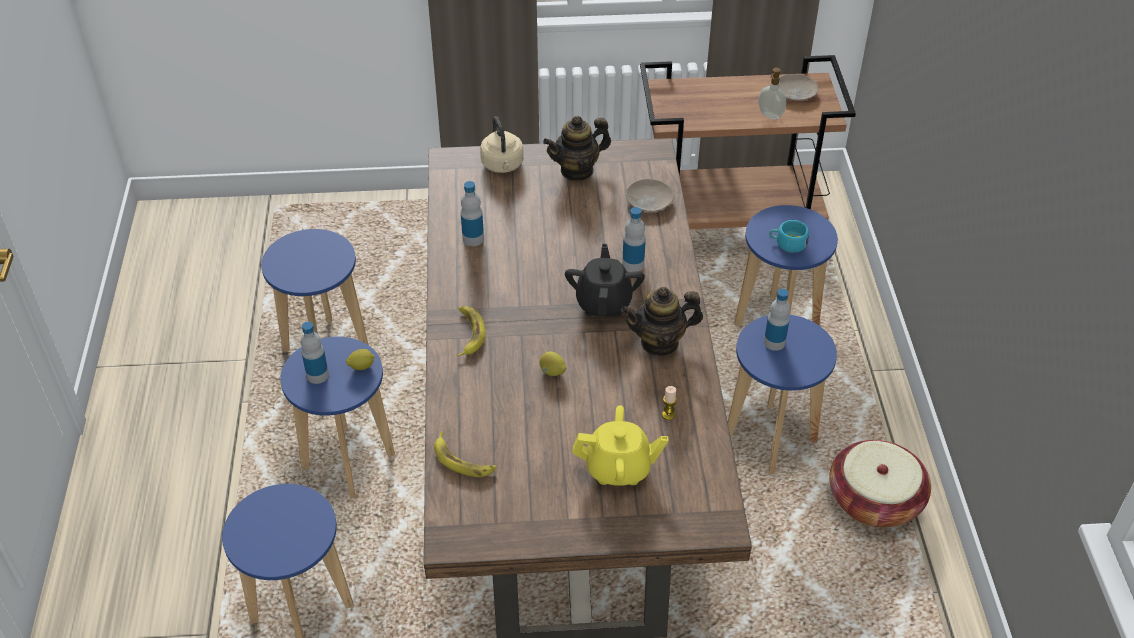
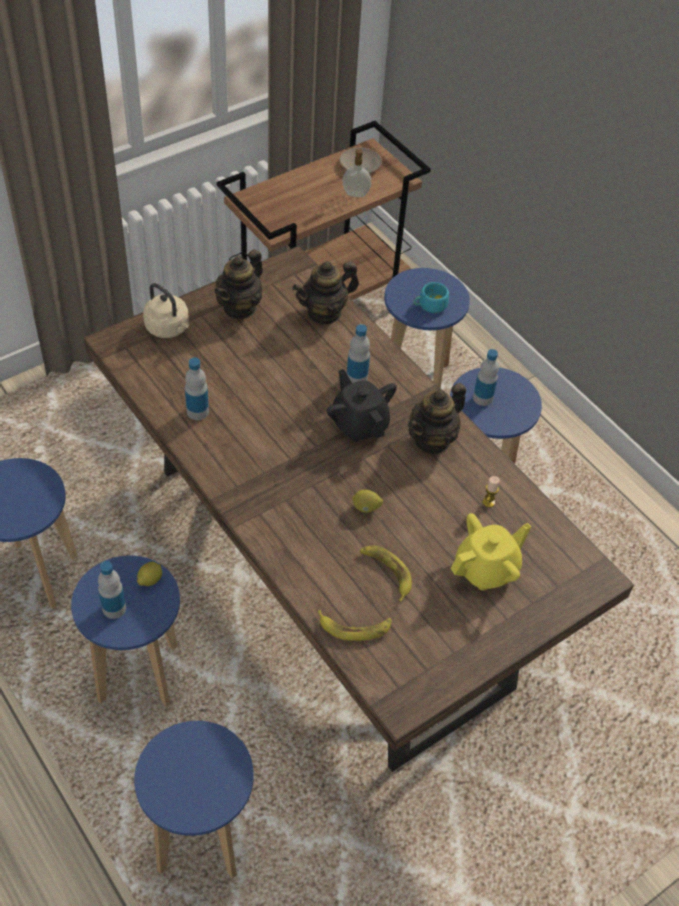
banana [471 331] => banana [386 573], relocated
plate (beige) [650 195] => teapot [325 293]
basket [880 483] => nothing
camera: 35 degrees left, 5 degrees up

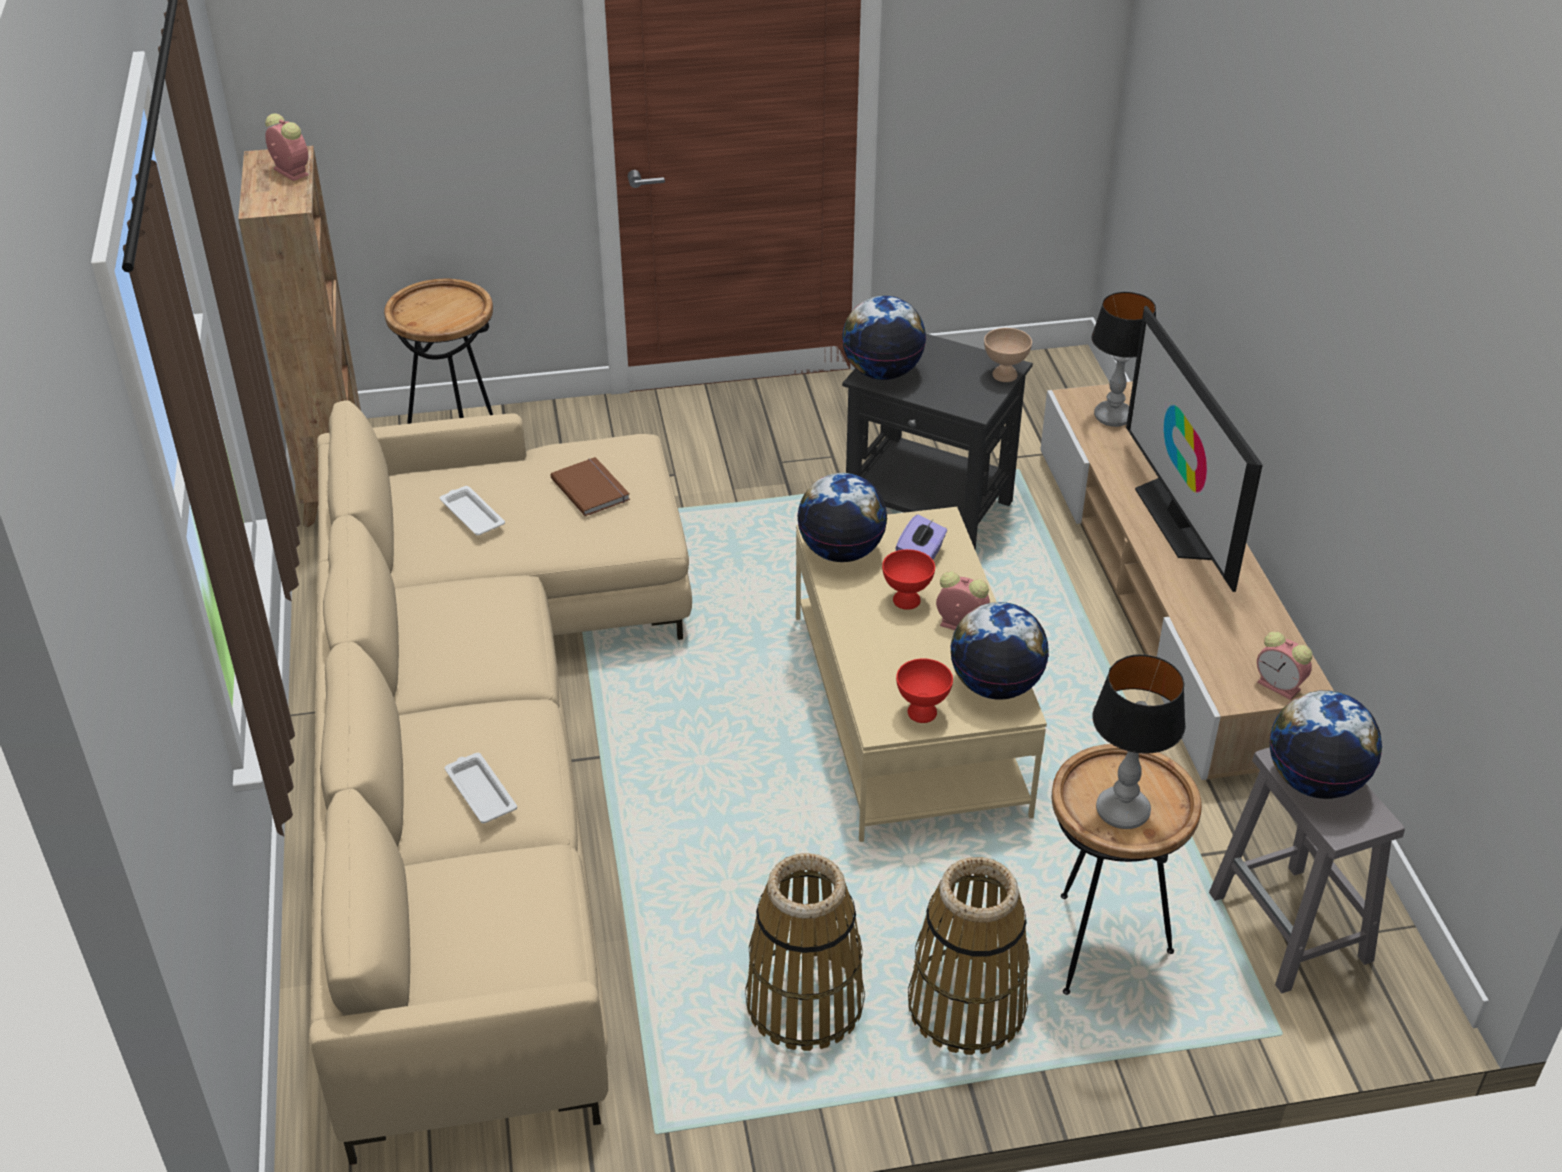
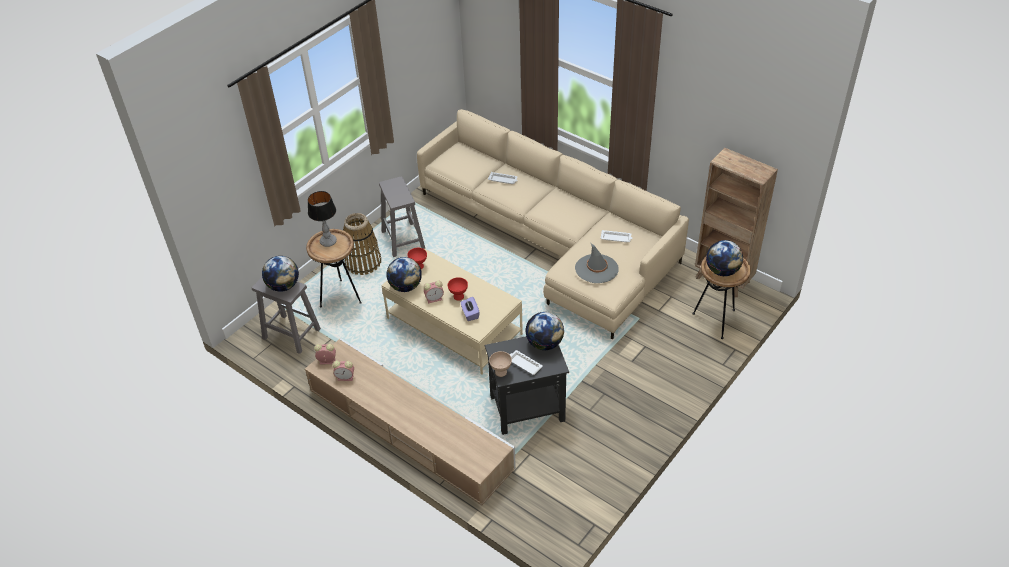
alarm clock [287 147] => alarm clock [343 371], relocated
book (brown) [590 486] => hat (grey) [597 263]
basket [805 952] => stool (grey) [402 216]
globe [842 517] => globe [724 258], relocated
table lamp [1124 359] => nothing
television [1194 449] => nothing
nothing => tray (white) [526 362]
camera: 140 degrees right, 5 degrees up

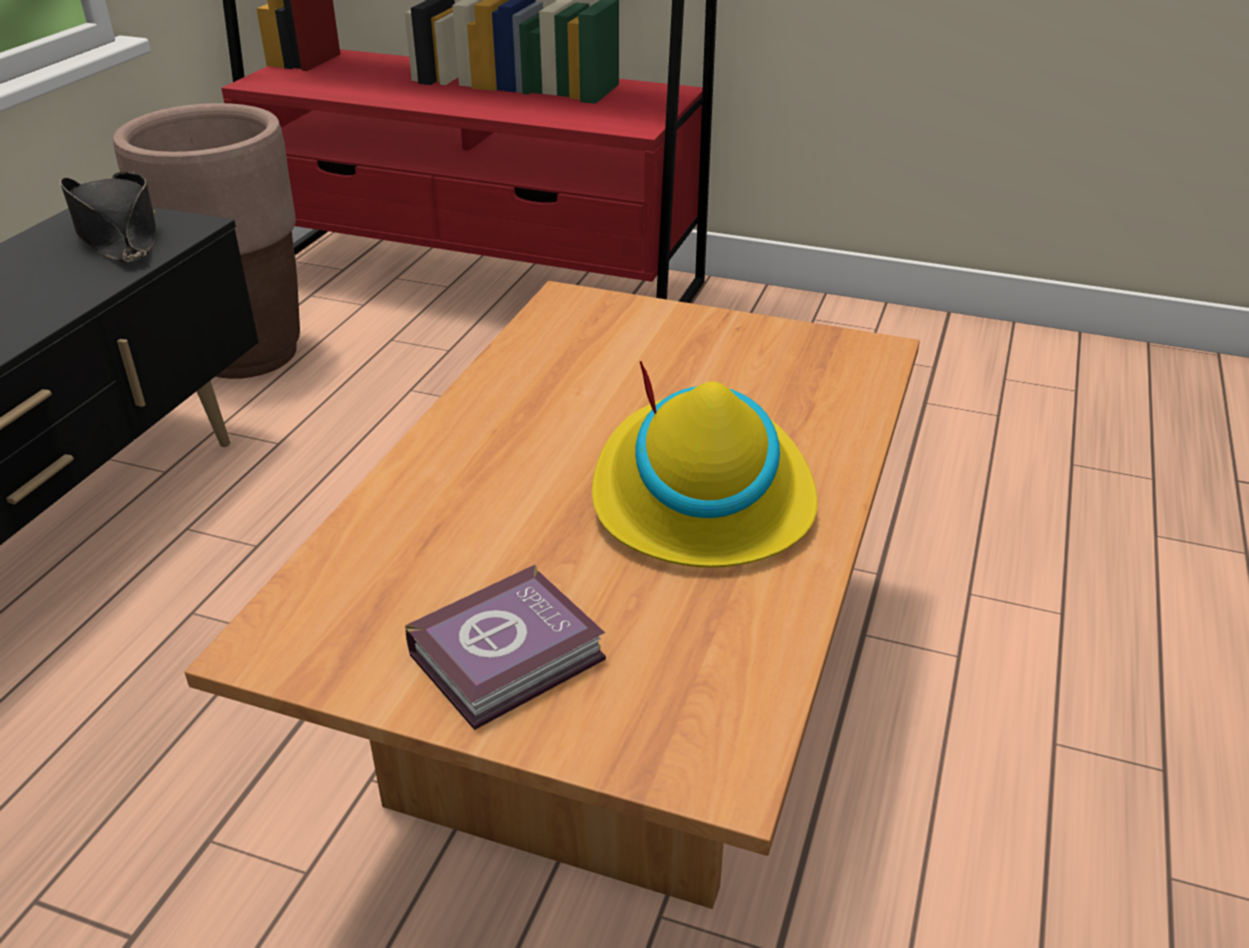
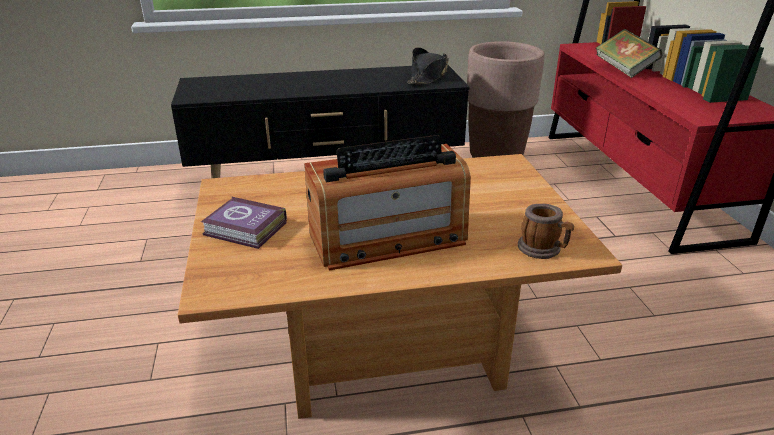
hat (yellow) [705 464] => radio [387 203]
nothing => mug [546 231]
nothing => book [629 53]
camera: 60 degrees right, 5 degrees down

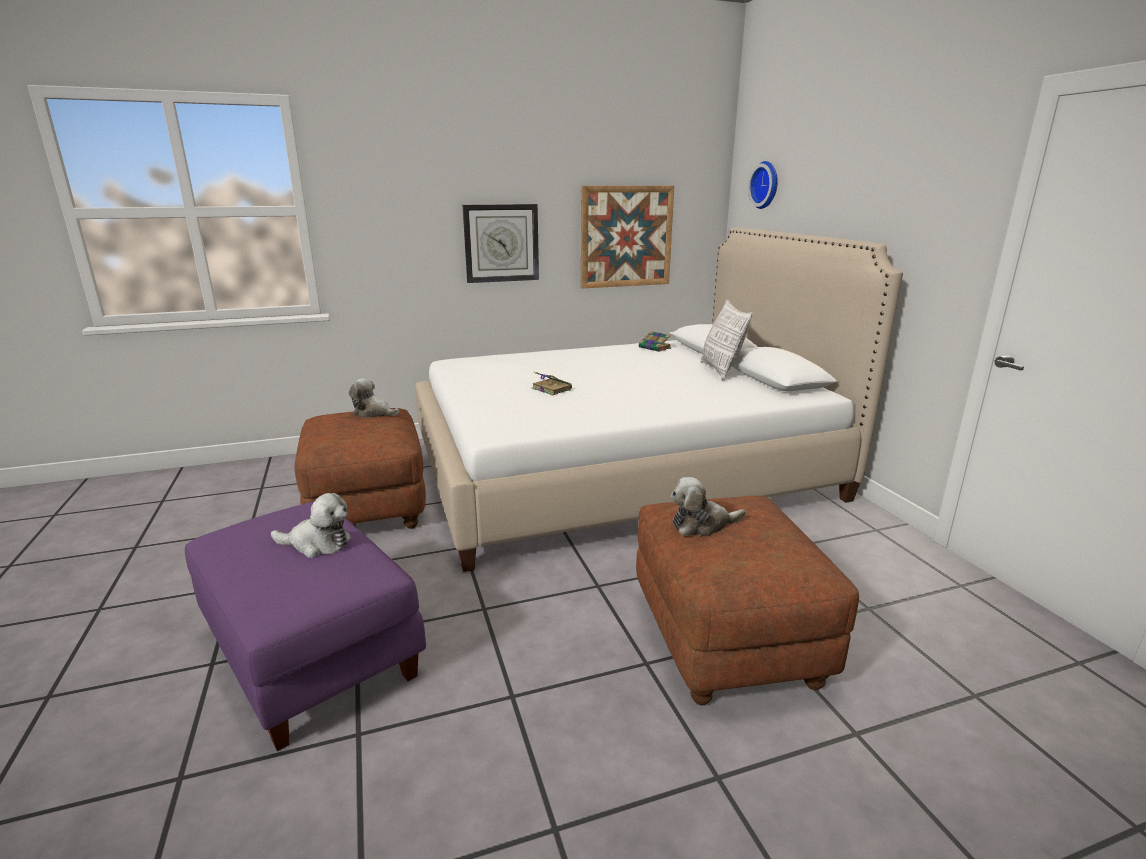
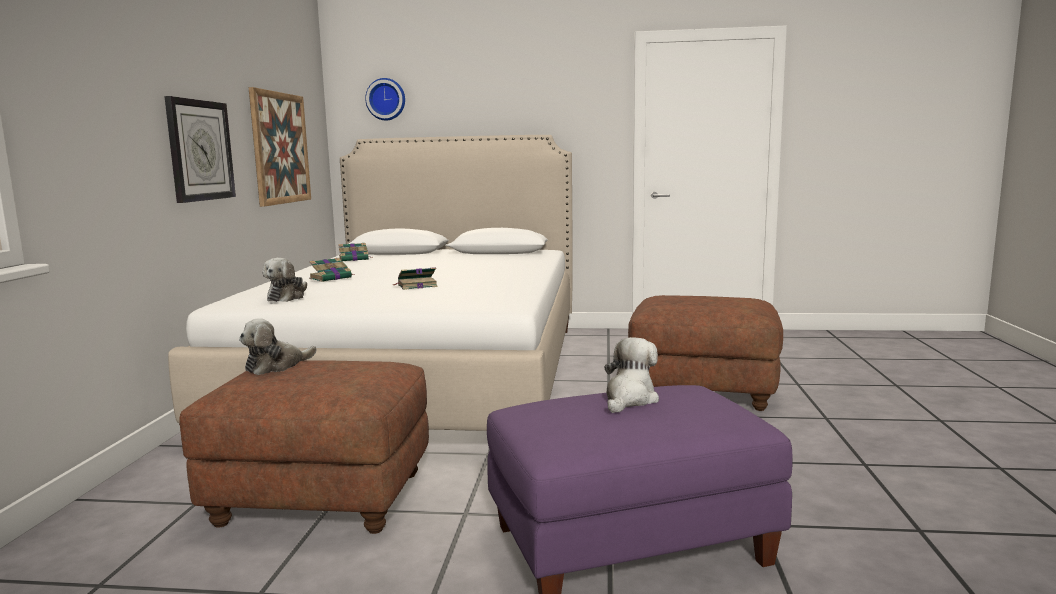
plush toy [708 507] => plush toy [284 280], relocated
pillow [726 339] => nothing
nothing => book [332 270]
camera: 65 degrees left, 10 degrees down

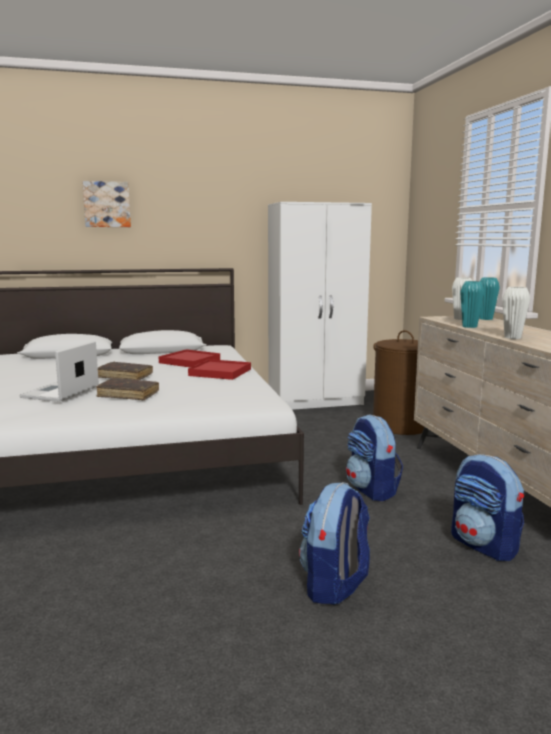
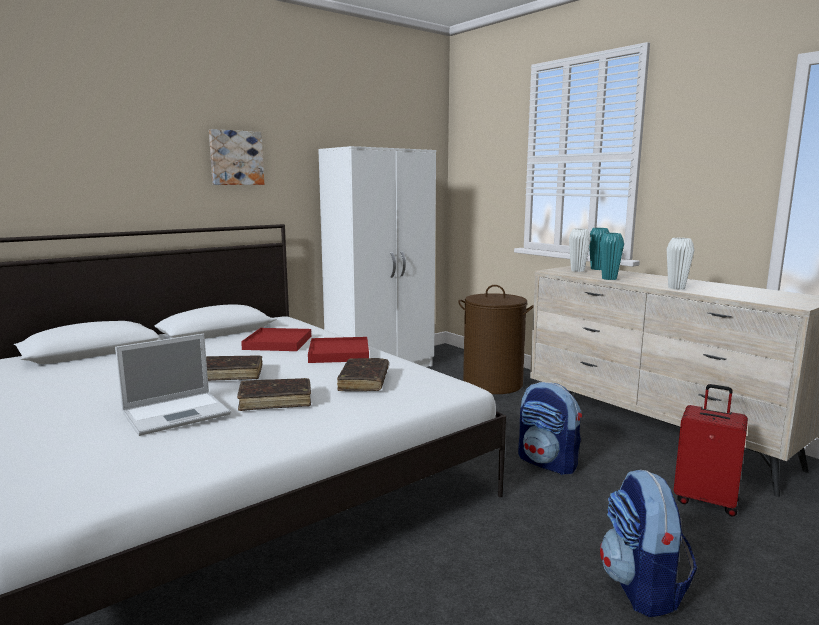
laptop [59 371] => laptop [173 385], 120 degrees counterclockwise
picture [106 204] => picture [236 157], relocated
backpack [487 507] => suitcase (red) [711 450]
nothing => book (brown) [363 374]
camera: 25 degrees left, 0 degrees up

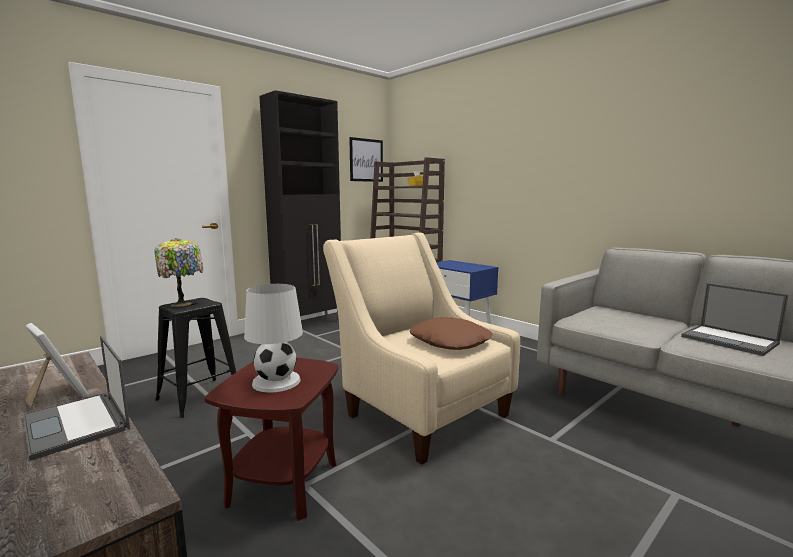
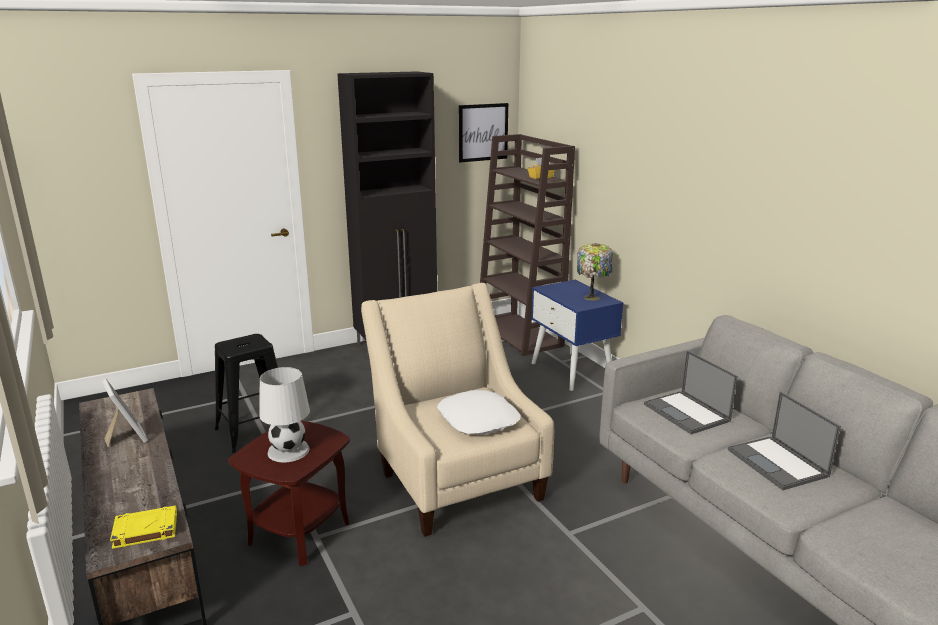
laptop [76 398] => laptop [691 392], relocated
table lamp [178 272] => table lamp [595 272], relocated
pillow (brown) [451 333] => pillow (white) [479 412]
nothing => book (yellow) [143 527]
camera: 15 degrees right, 10 degrees up

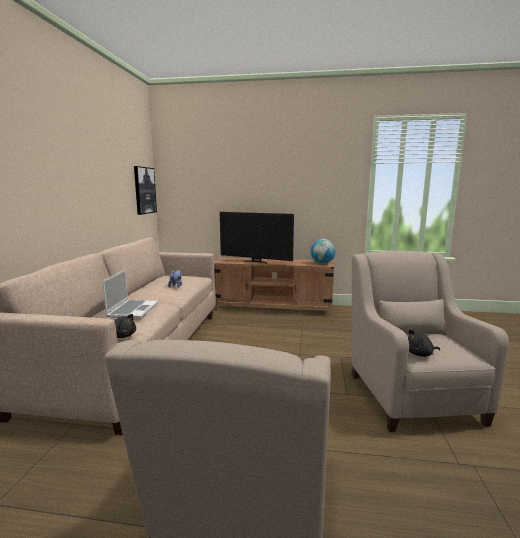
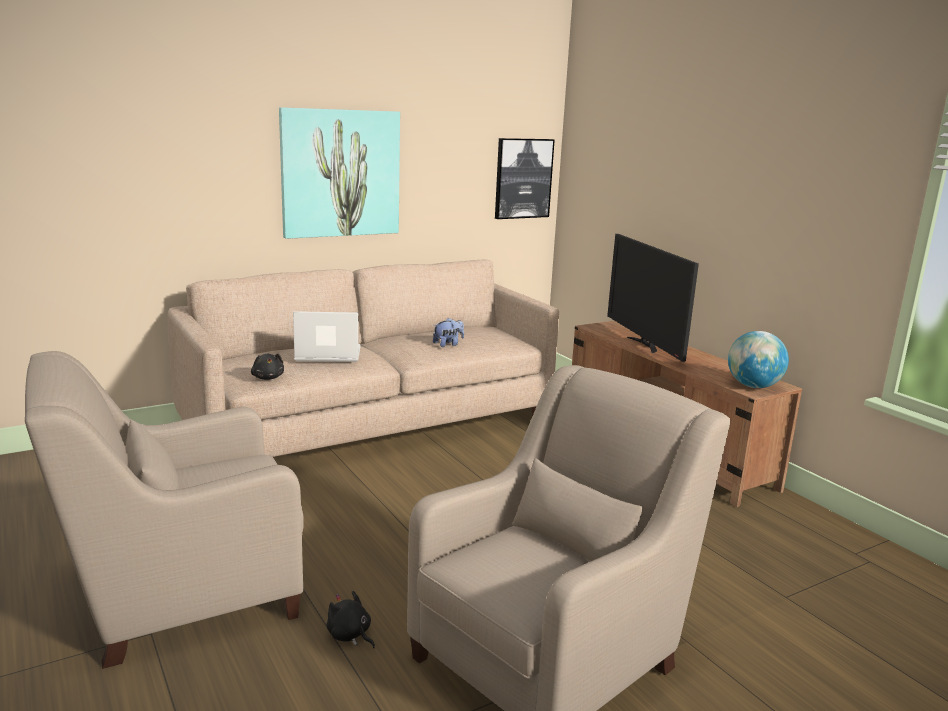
laptop [130 294] => laptop [327 336], 150 degrees counterclockwise
plush toy (black) [424 343] => plush toy (black) [351 620], relocated
nothing => picture [339 173]
camera: 50 degrees right, 5 degrees up

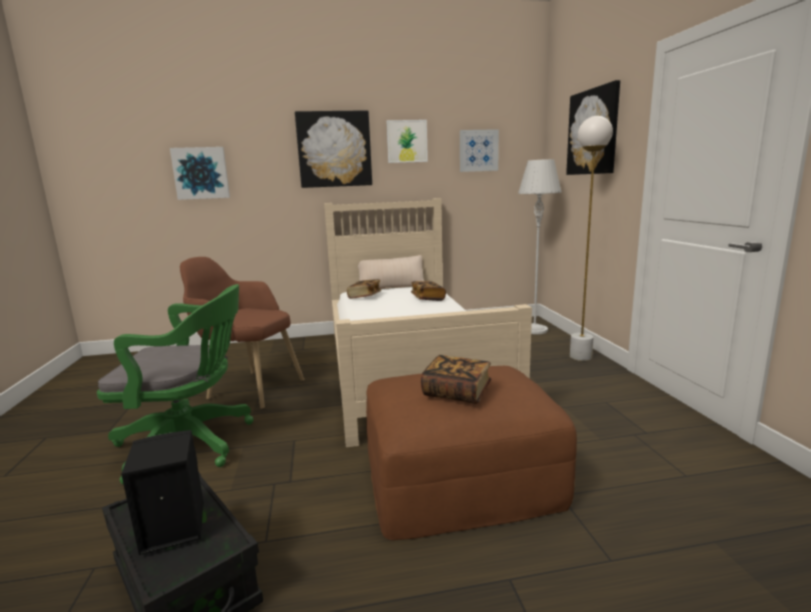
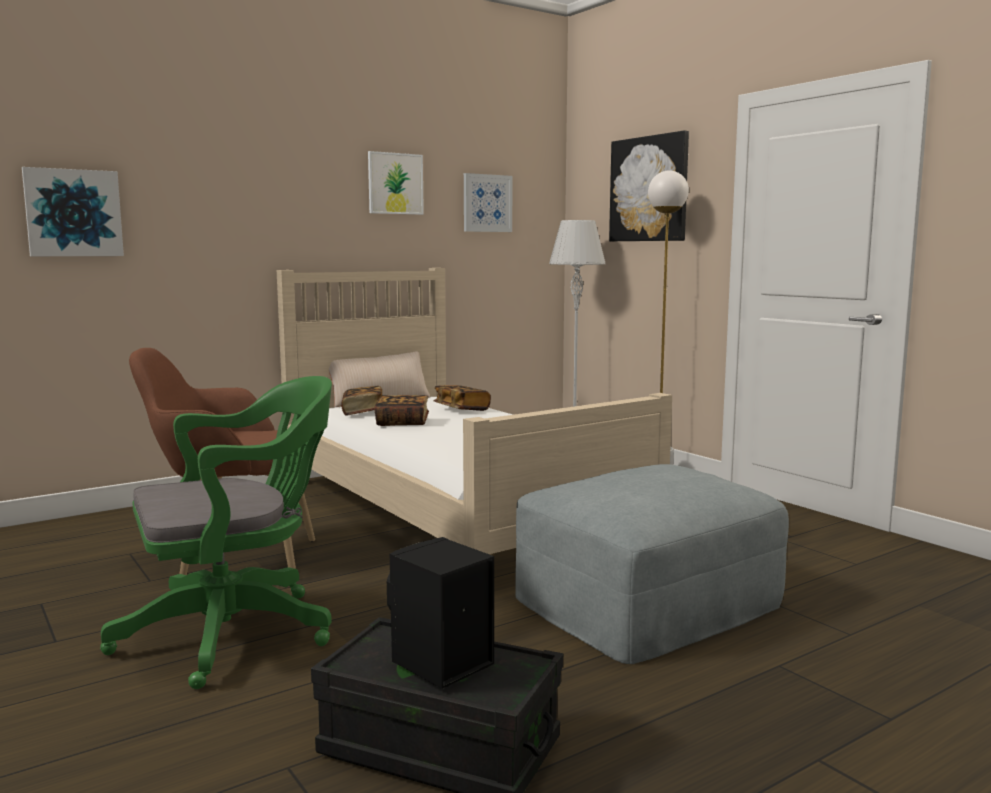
picture [333 149] => nothing
ottoman (brown) [471 453] => ottoman (grey) [652 564]
book [456 379] => book [402 410], relocated
camera: 25 degrees left, 5 degrees down

